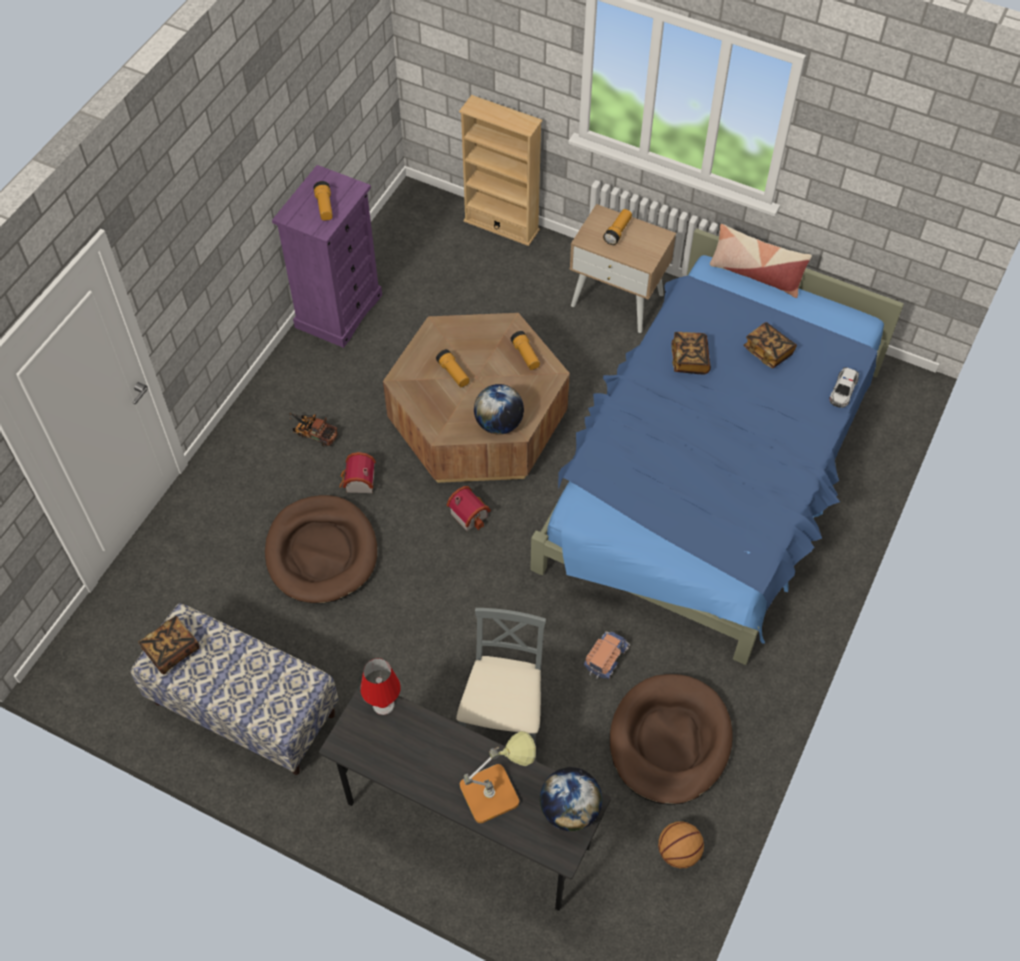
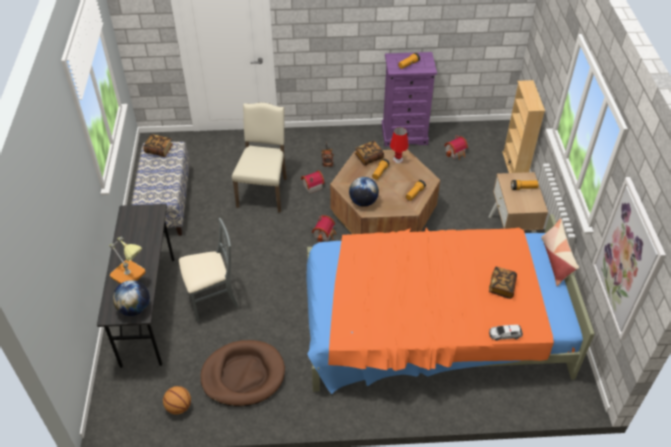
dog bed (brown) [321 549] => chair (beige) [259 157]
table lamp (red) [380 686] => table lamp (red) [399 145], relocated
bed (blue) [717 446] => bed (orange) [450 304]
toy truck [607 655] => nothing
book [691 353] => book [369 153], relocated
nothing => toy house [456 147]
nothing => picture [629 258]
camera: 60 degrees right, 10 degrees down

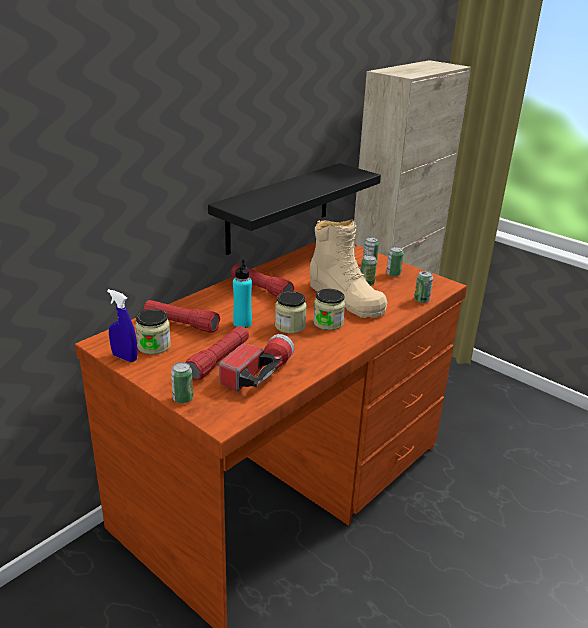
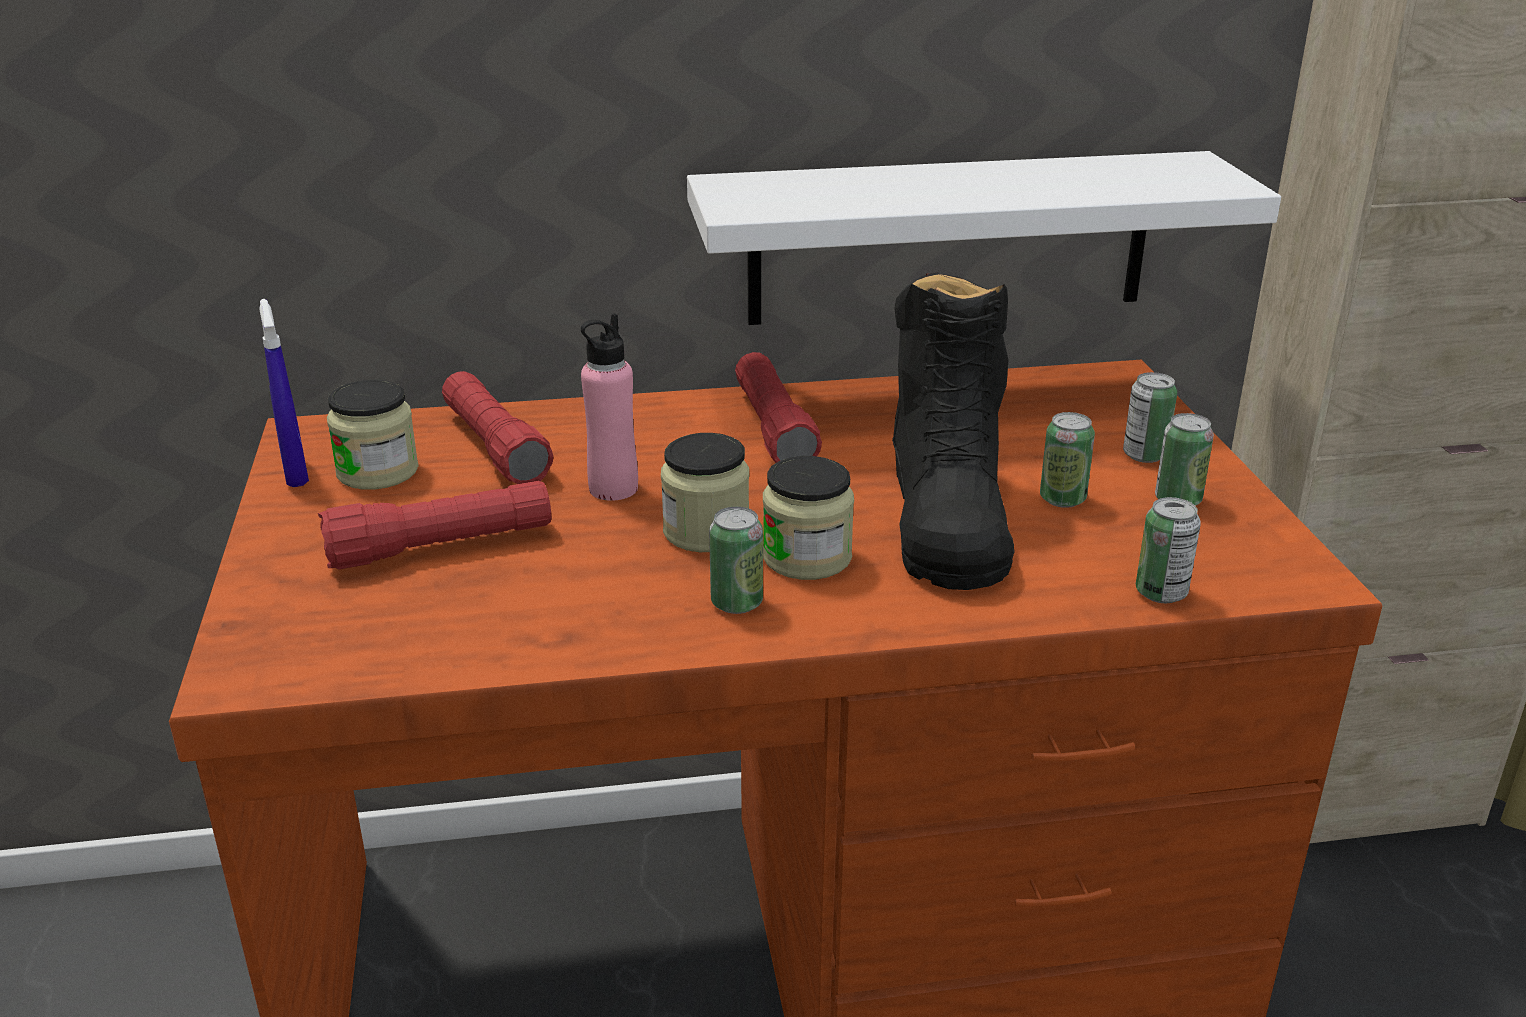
can [182 383] => can [736 560], relocated
shelf (black) [294 209] => shelf (white) [984 238]
flashlight [257 362] => nothing
bottle (turquoise) [242 293] => bottle (pink) [609 407]
boot (beige) [348 269] => boot (black) [953 431]
camera: 40 degrees right, 0 degrees up

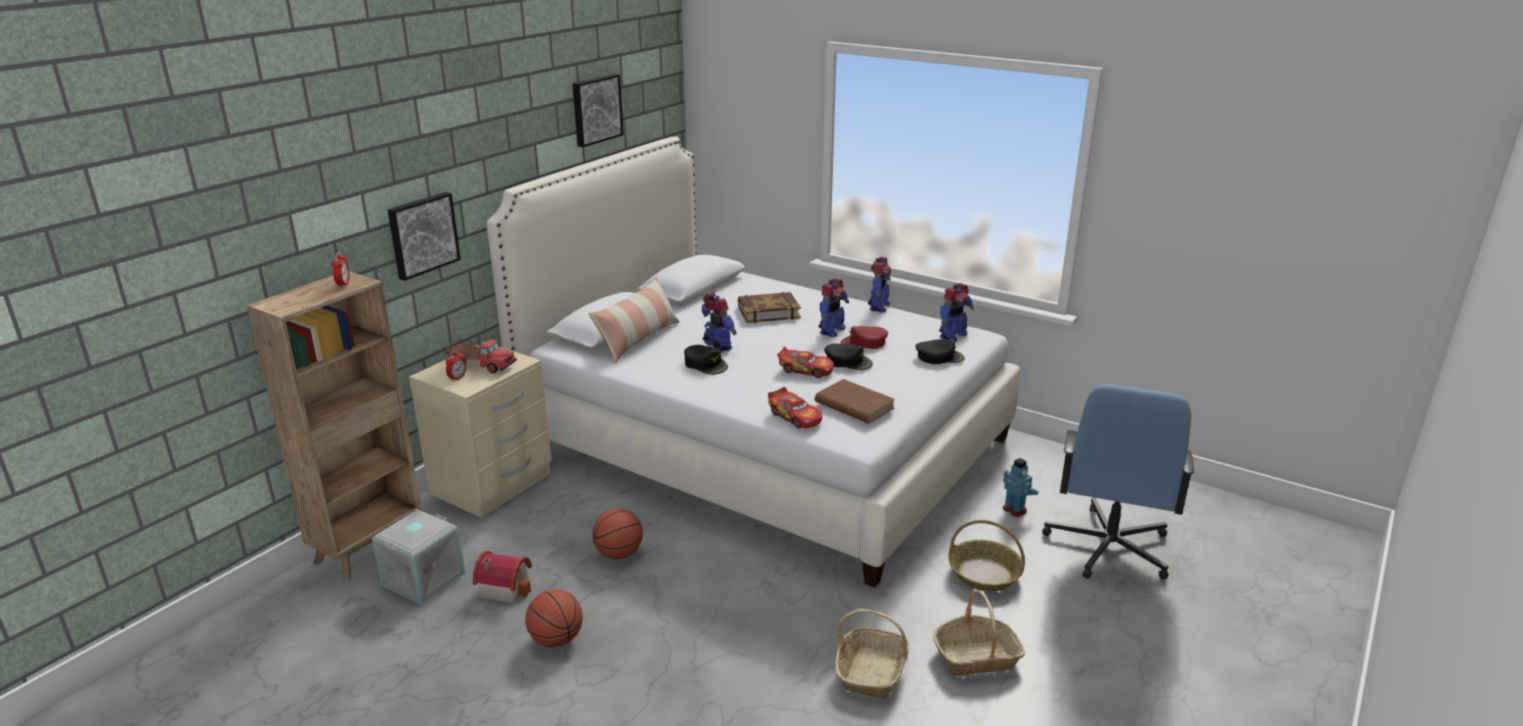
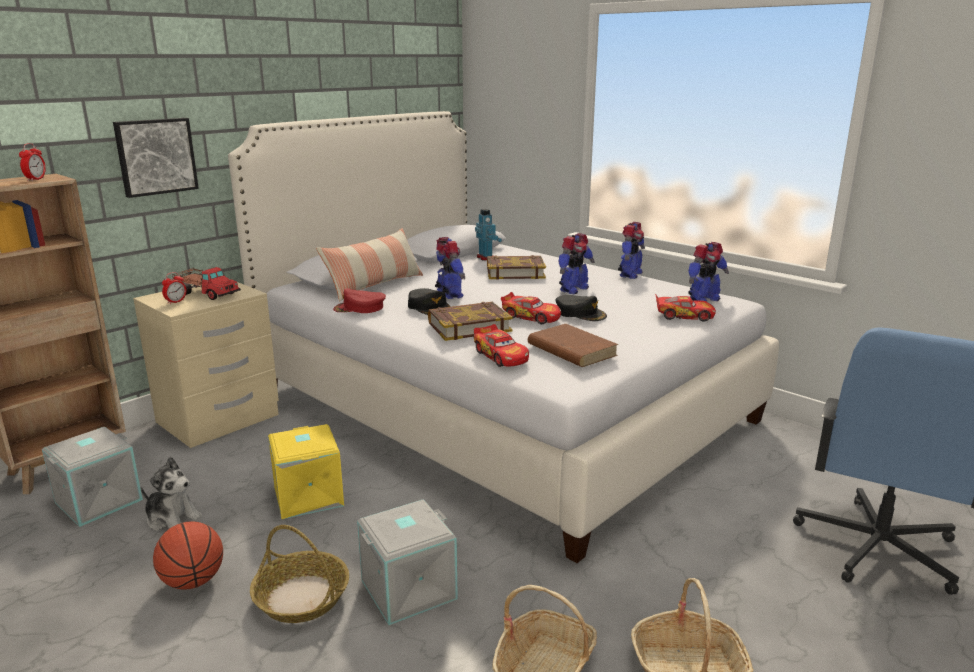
toy house [502 577] => plush toy [171 494]
picture [598 110] => nothing
basketball [617 533] => storage box (yellow) [306 471]
cap (red) [864 337] => cap (red) [359 300], relocated
cap (black) [940 351] => toy car [685 307]
basket [987 556] => basket [299 574], relocated
toy robot [1020 487] => toy robot [488 235], relocated
nothing => storage box (grey) [407 562]
nothing => book [470 321]
camera: 10 degrees right, 5 degrees down

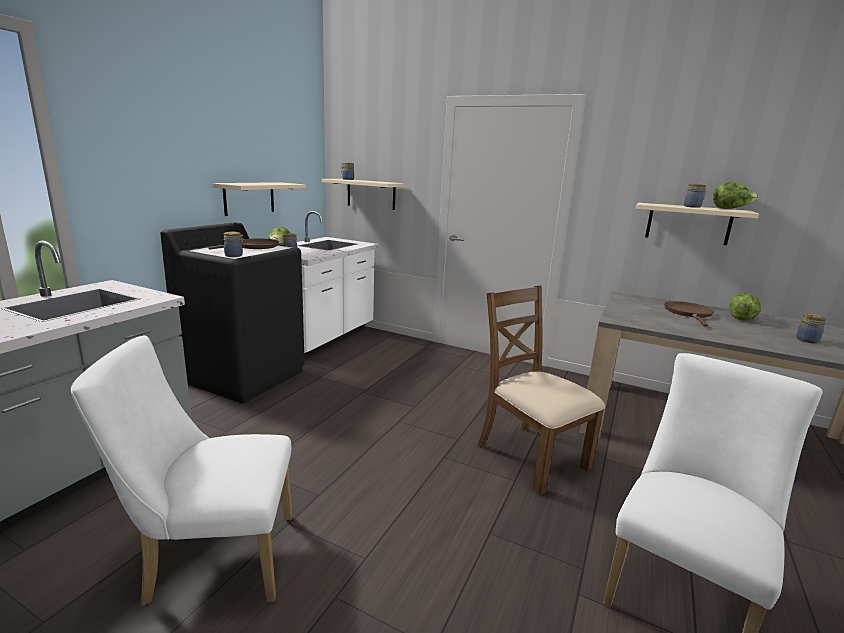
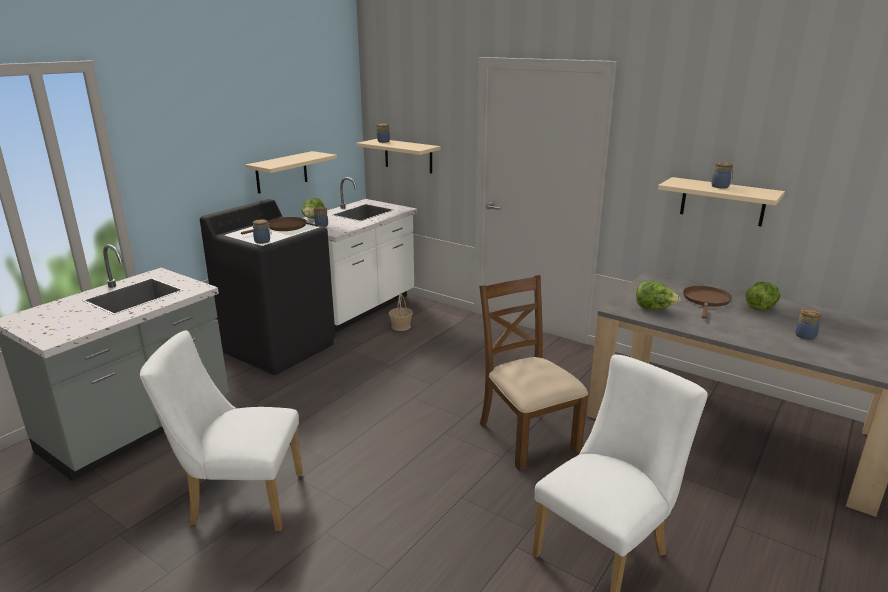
lettuce [735 195] => lettuce [658 295], relocated
nothing => basket [401 312]
camera: 10 degrees right, 5 degrees up

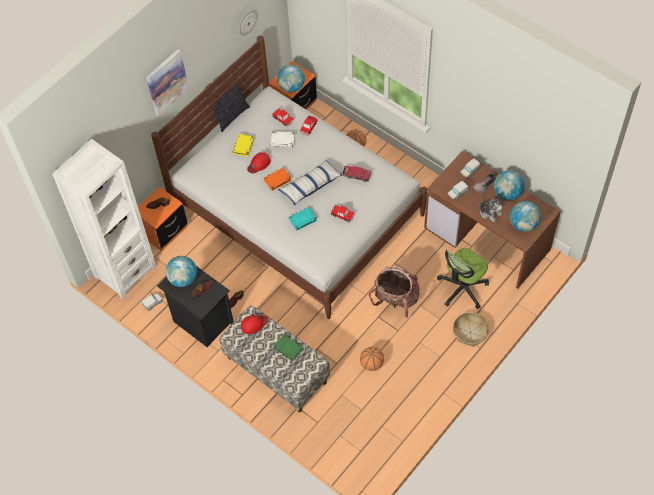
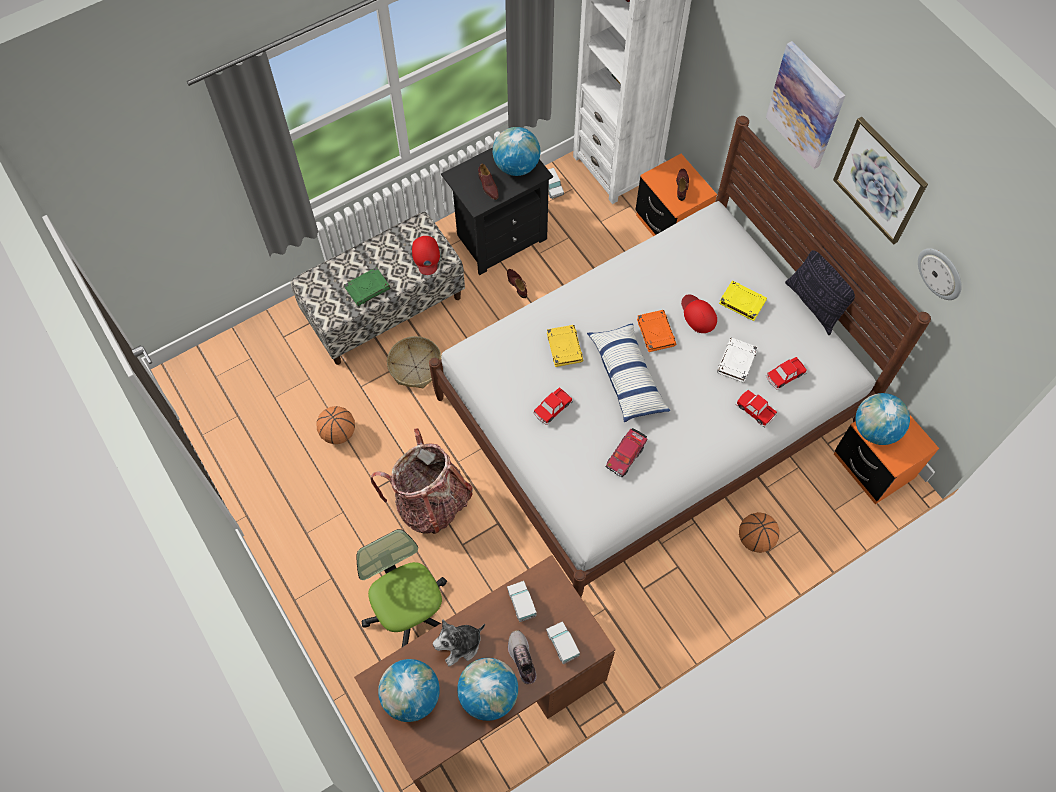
book (turquoise) [302 219] => book (yellow) [565 346]
basket [471 329] => basket [414 362], relocated
nothing => picture [880 181]
camera: 105 degrees right, 5 degrees up

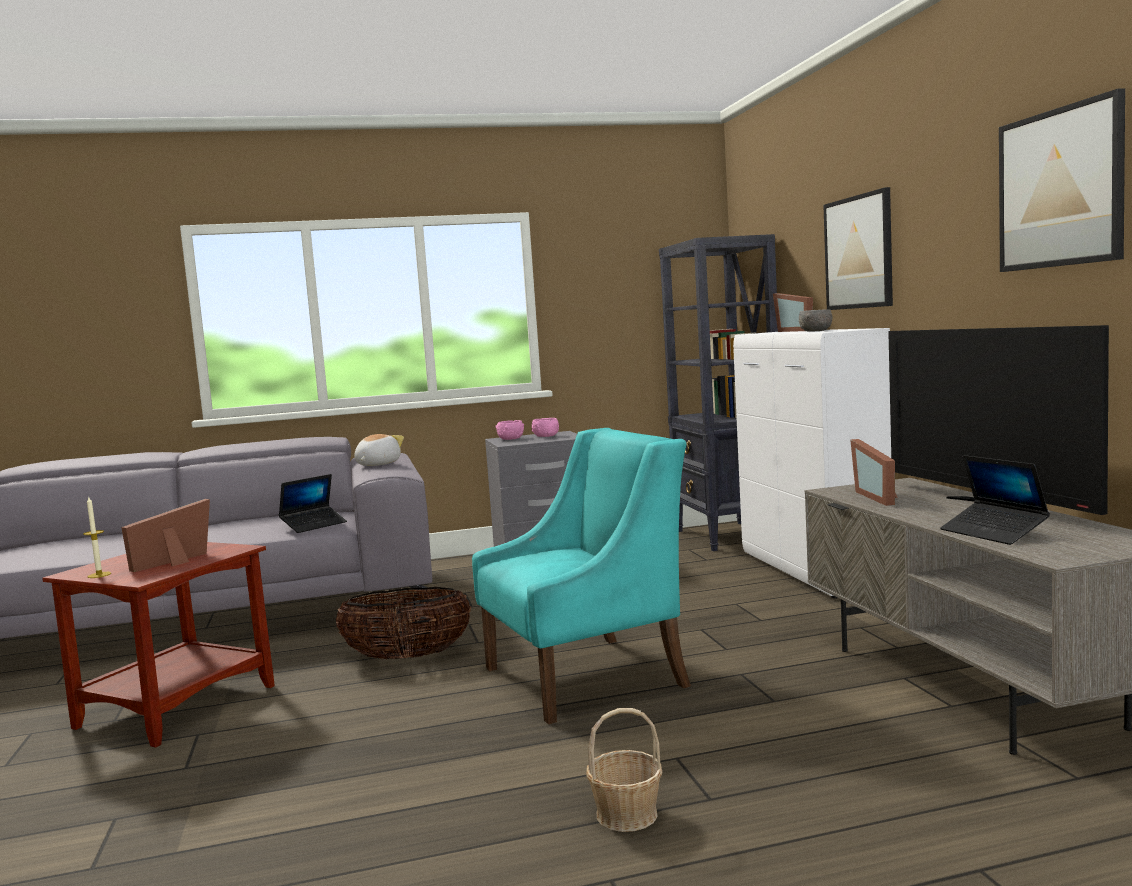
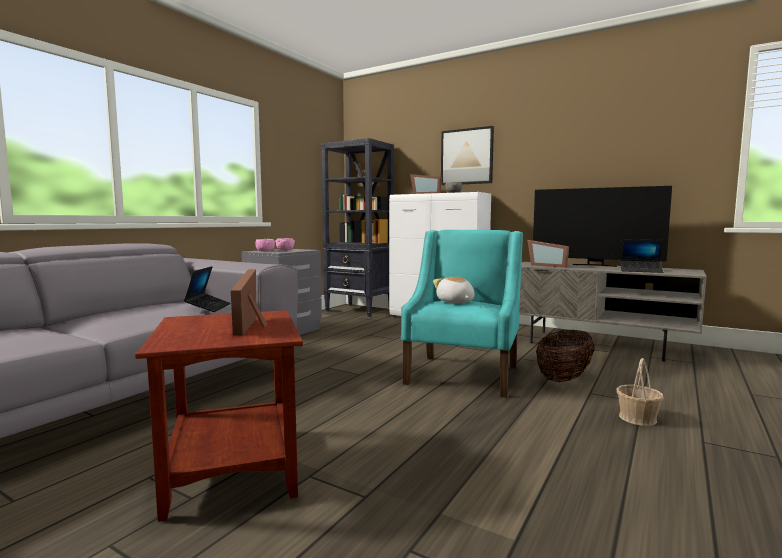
candle [97 537] => nothing
basket [403 623] => basket [565 356], relocated
plush toy [379 450] => plush toy [454 290], relocated
picture [1062 180] => nothing
camera: 45 degrees left, 0 degrees up

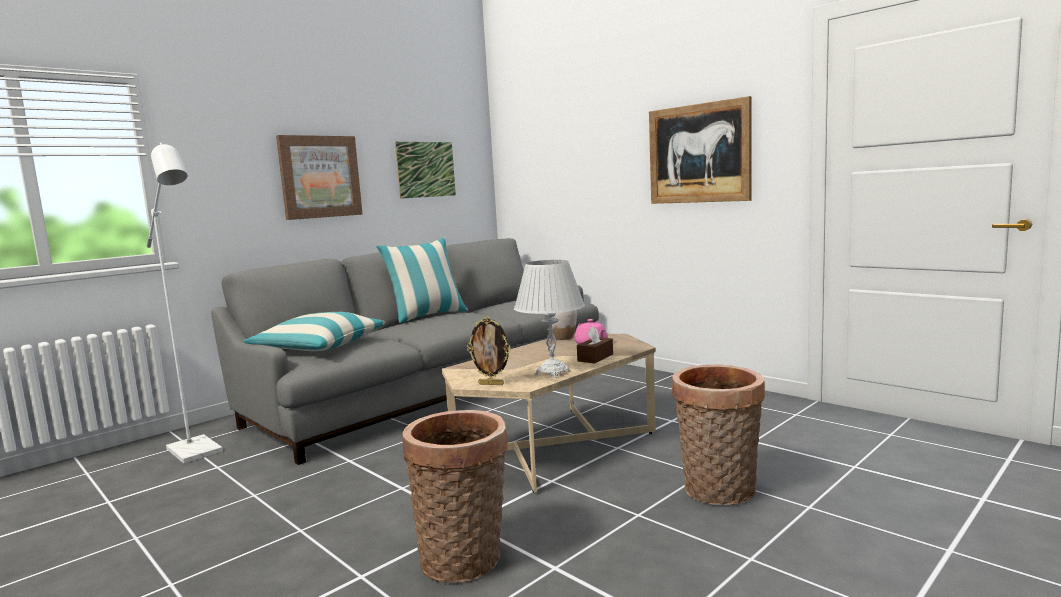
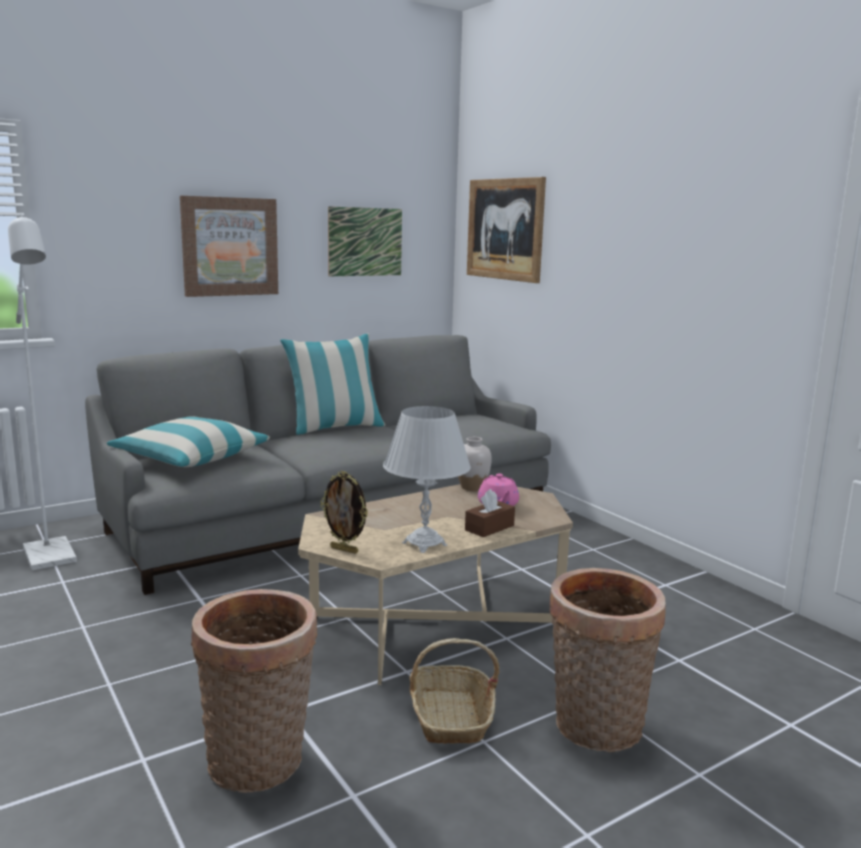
picture [700 150] => picture [506 230], relocated
nothing => basket [454 691]
camera: 10 degrees right, 5 degrees up

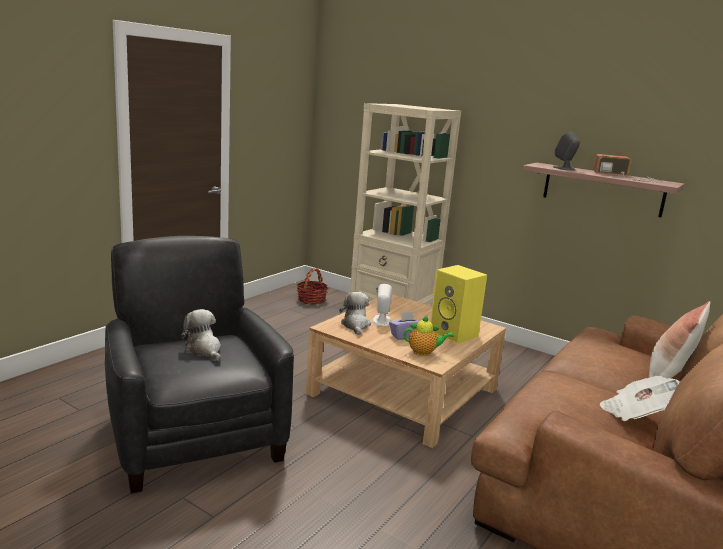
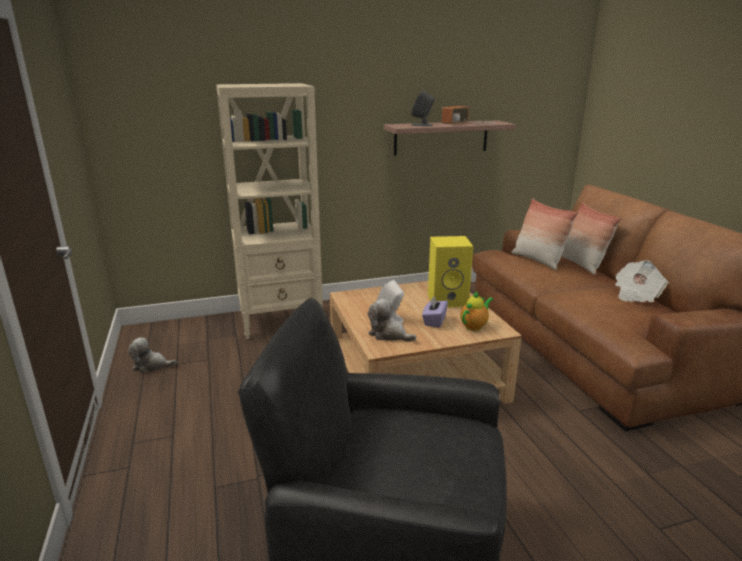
plush toy [201 335] => plush toy [152 355], relocated
basket [312 286] => nothing
nothing => pillow [545 234]
camera: 50 degrees left, 5 degrees up

